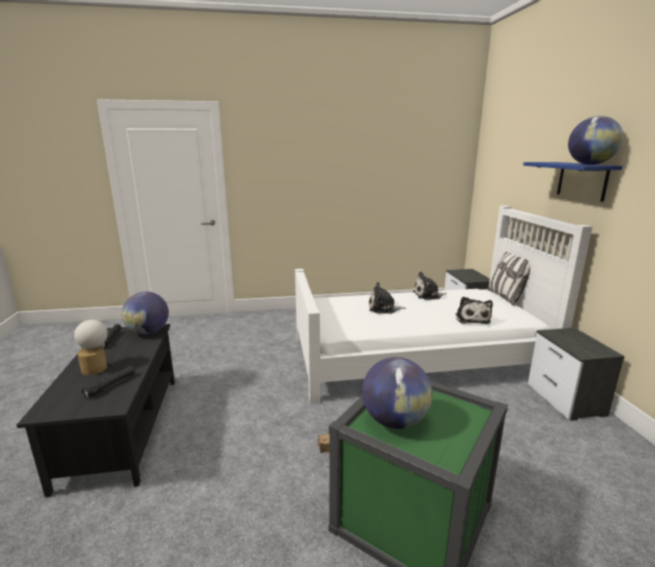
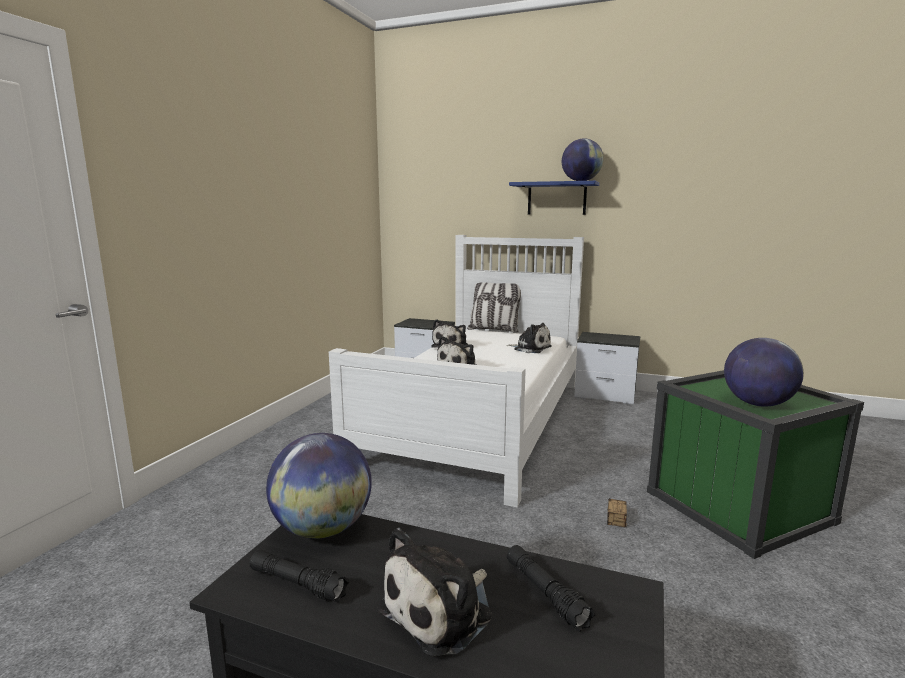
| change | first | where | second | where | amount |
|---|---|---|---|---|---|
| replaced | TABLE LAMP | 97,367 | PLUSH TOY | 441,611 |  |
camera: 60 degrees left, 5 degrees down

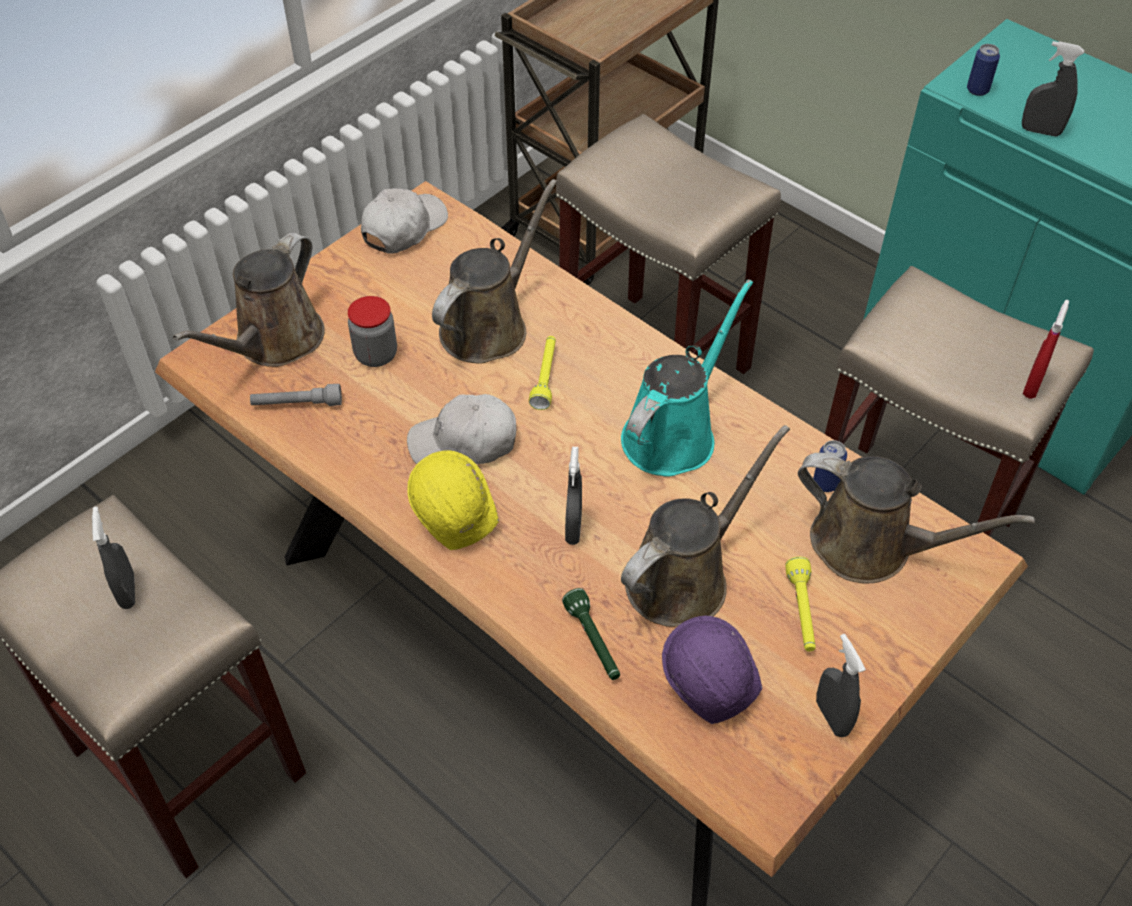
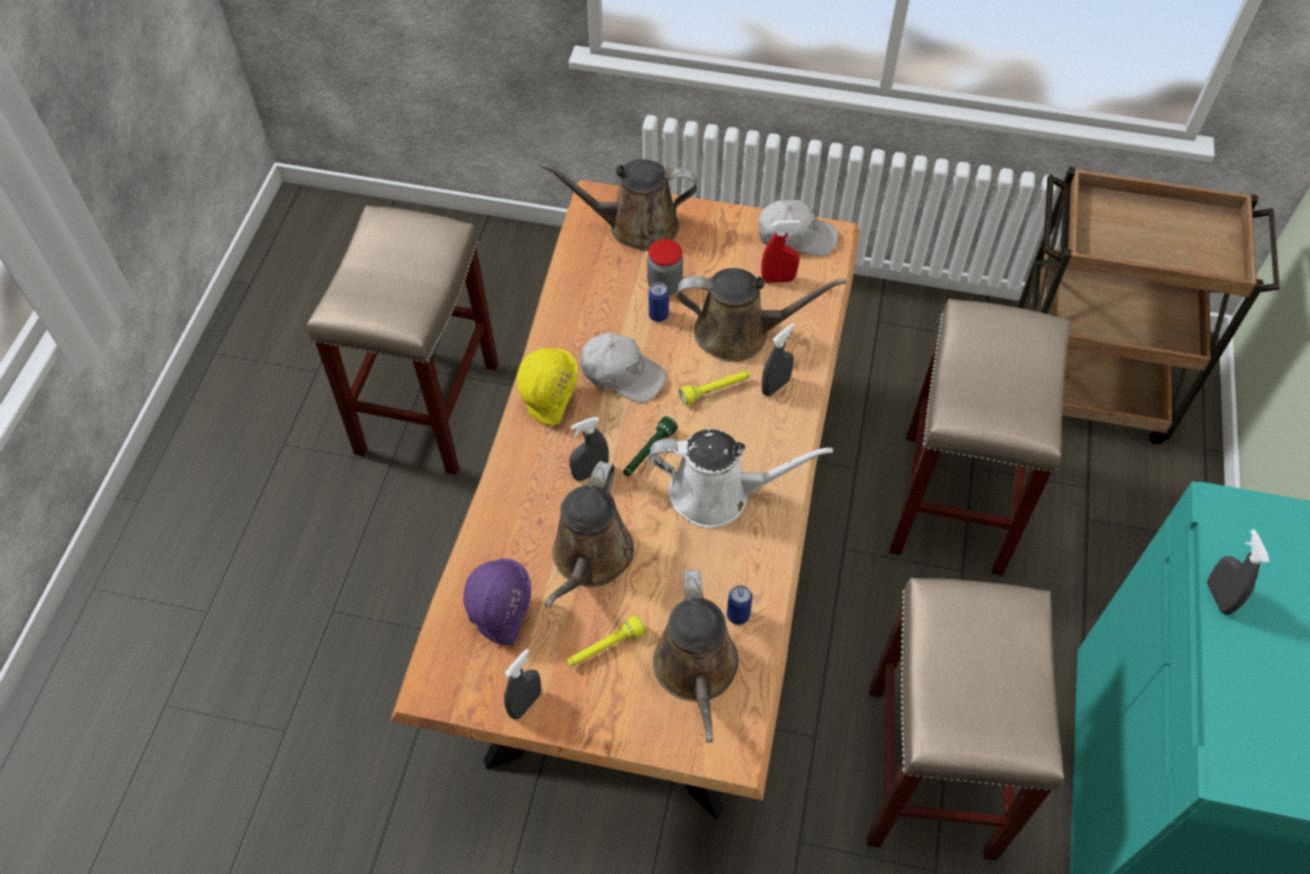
| change | first | where | second | where | amount |
|---|---|---|---|---|---|
| turned | BROWN WATERING CAN | 684,577 |  | 590,559 | 90 degrees clockwise |
| turned | WHITE CAP | 464,442 |  | 622,374 | 150 degrees clockwise |
| moved | GREEN FLASHLIGHT | 593,642 |  | 648,453 |  |
| recoloured | TURQUOISE WATERING CAN | 674,433 | WHITE WATERING CAN | 718,494 |  |
| moved | CAN | 977,90 |  | 658,315 |  |
| moved | RED SPRAY BOTTLE | 1032,386 |  | 778,279 |  |
| moved | GREY SPRAY BOTTLE | 128,591 |  | 775,386 |  |
| removed | GREY FLASHLIGHT | 297,404 |  |  |  |
camera: 60 degrees right, 5 degrees up

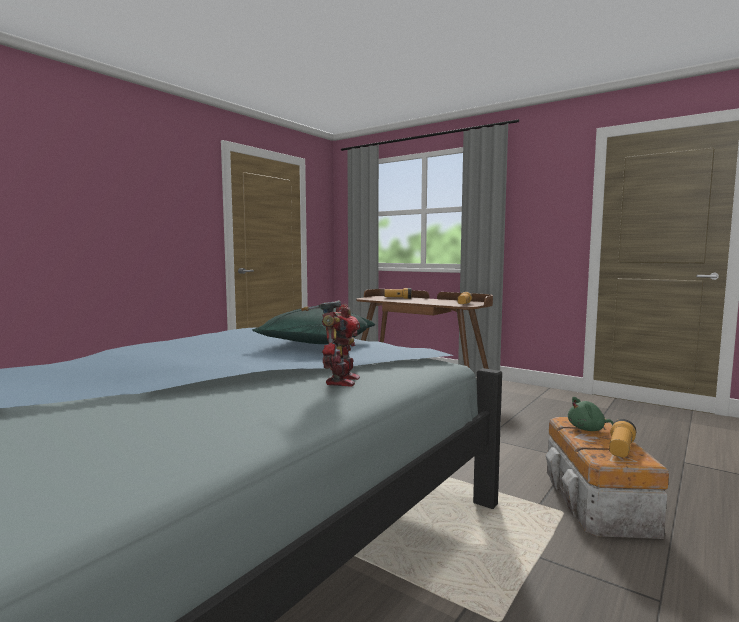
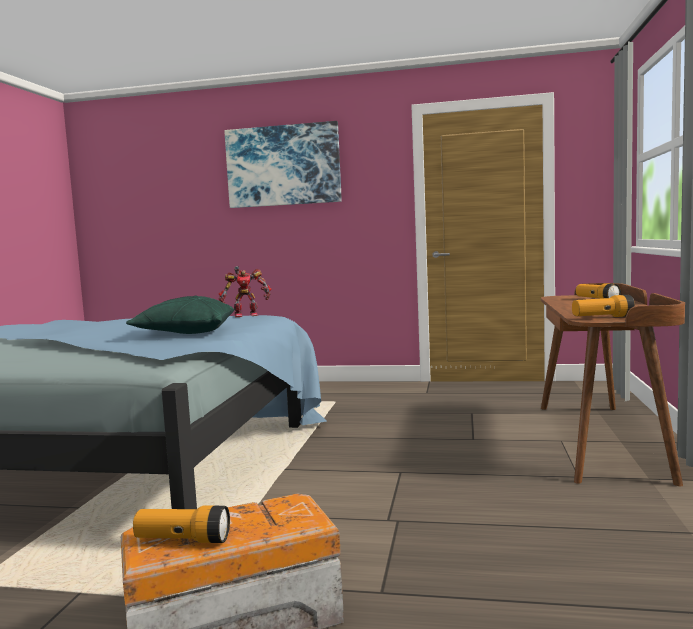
| change | first | where | second | where | amount |
|---|---|---|---|---|---|
| moved | TOY ROBOT | 339,380 |  | 245,315 |  |
| added |  |  | PICTURE | 283,165 |  |
| removed | GREEN PLUSH TOY | 588,429 |  |  |  |
camera: 65 degrees right, 0 degrees up

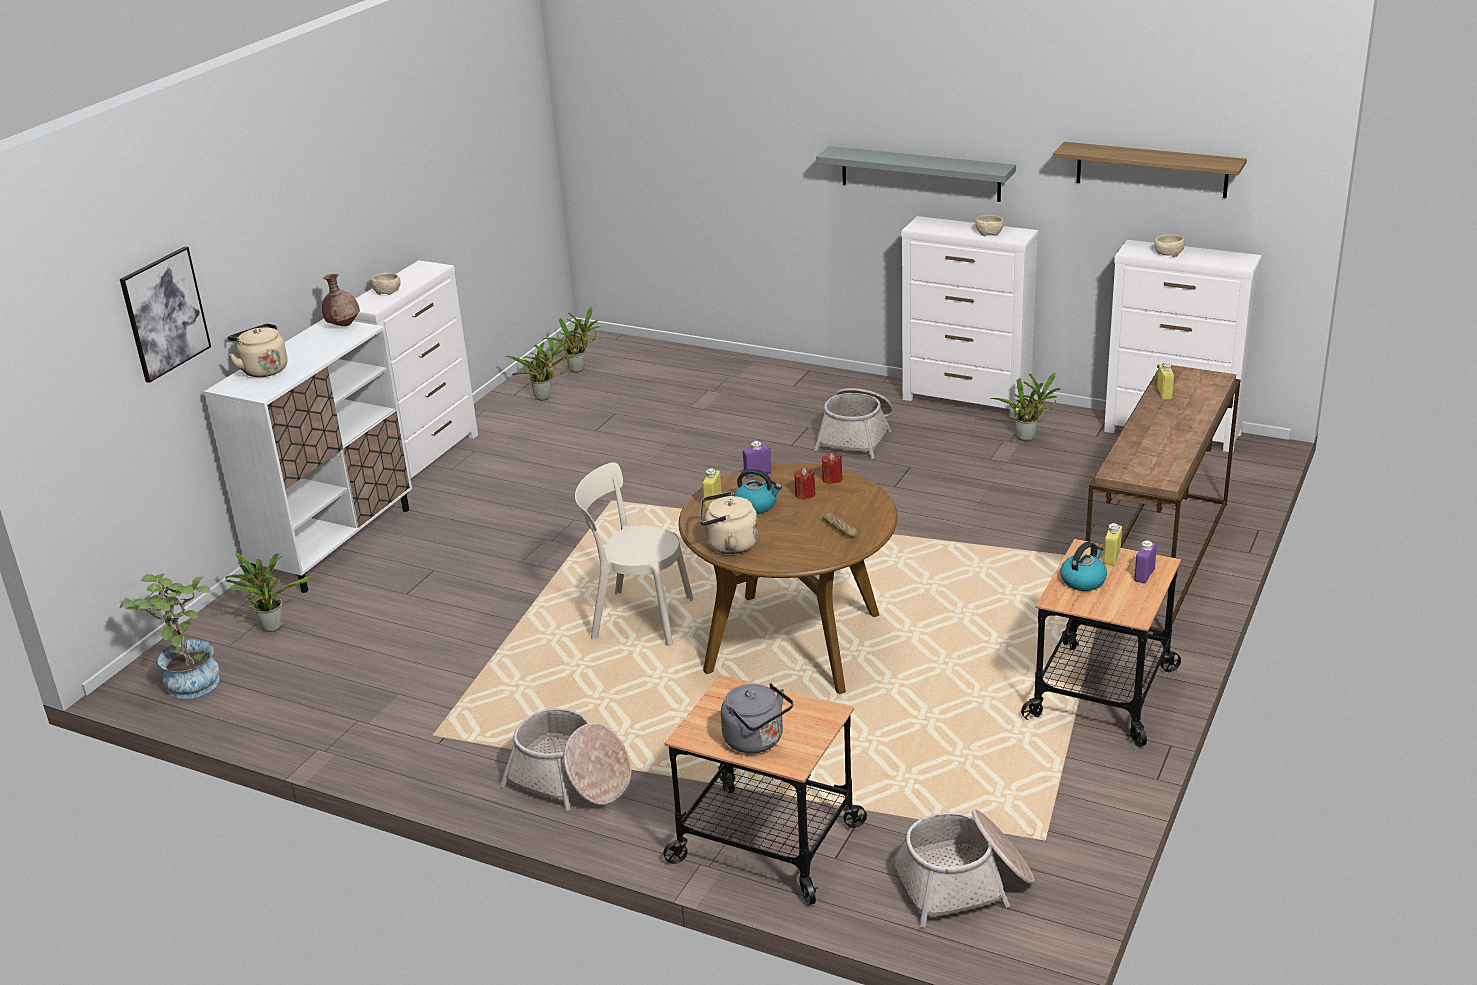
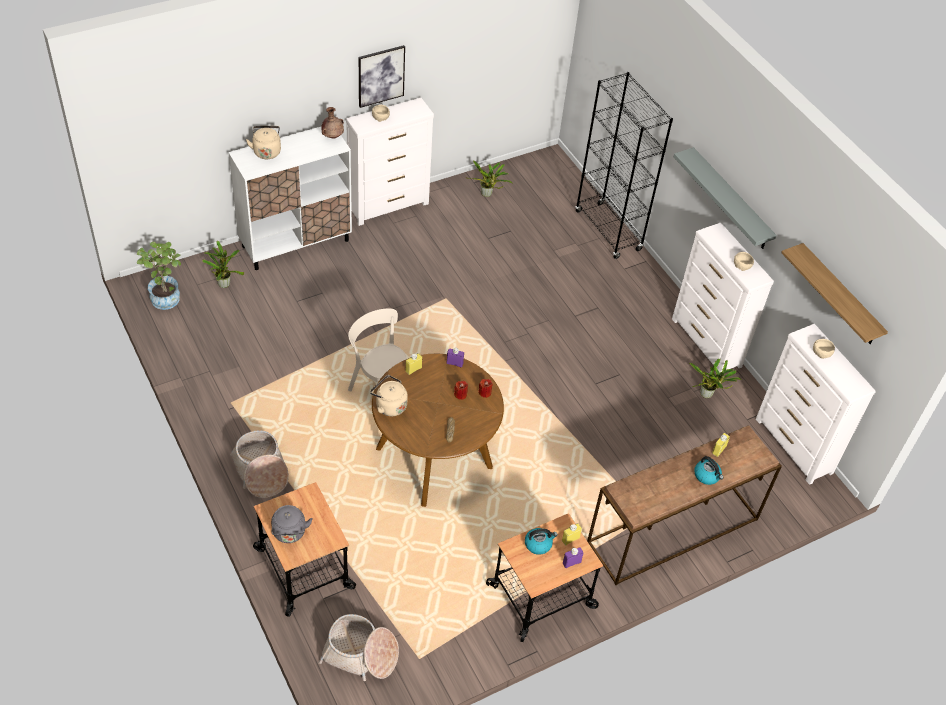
| change | first | where | second | where | amount |
|---|---|---|---|---|---|
| moved | PICTURE | 165,313 |  | 381,76 |  |
| added |  |  | BLACK BOOKCASE | 608,231 |  |
| moved | KETTLE | 756,505 |  | 707,476 |  |
| removed | POTTED PLANT | 579,369 |  |  |  |
| removed | BASKET | 856,436 |  |  |  |
camera: 30 degrees right, 20 degrees up

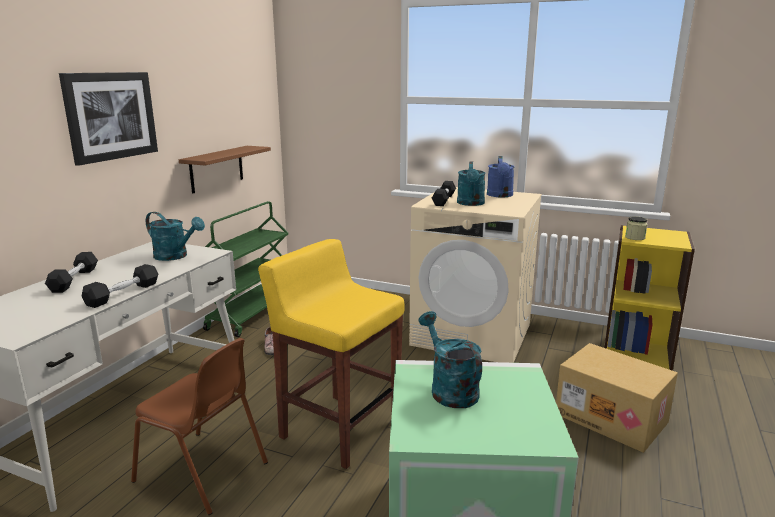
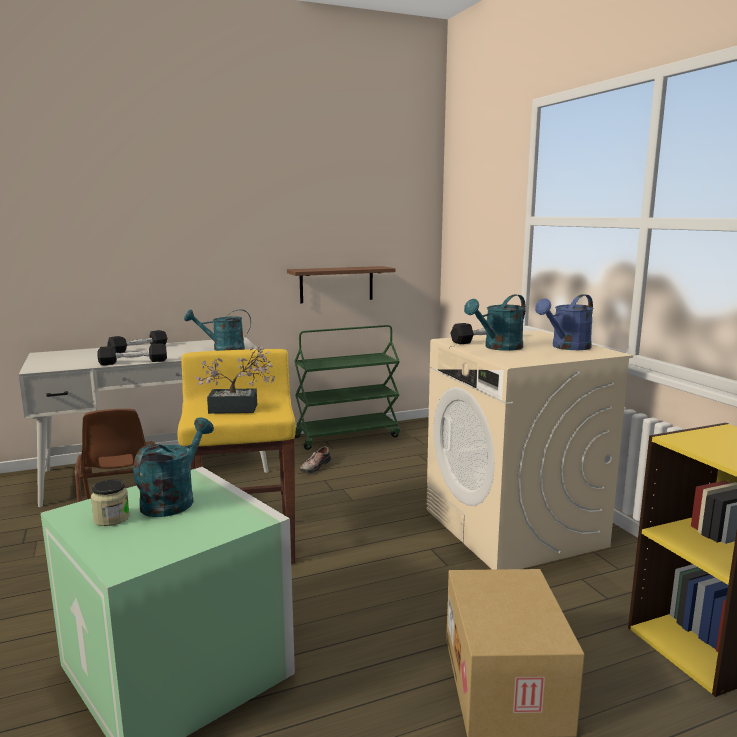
| change | first | where | second | where | amount |
|---|---|---|---|---|---|
| moved | JAR | 635,237 |  | 111,518 |  |
| turned | TURQUOISE WATERING CAN | 175,256 |  | 222,349 | 105 degrees clockwise |
| added |  |  | POTTED PLANT | 239,408 |  |
| removed | PICTURE | 111,116 |  |  |  |
camera: 45 degrees right, 5 degrees down

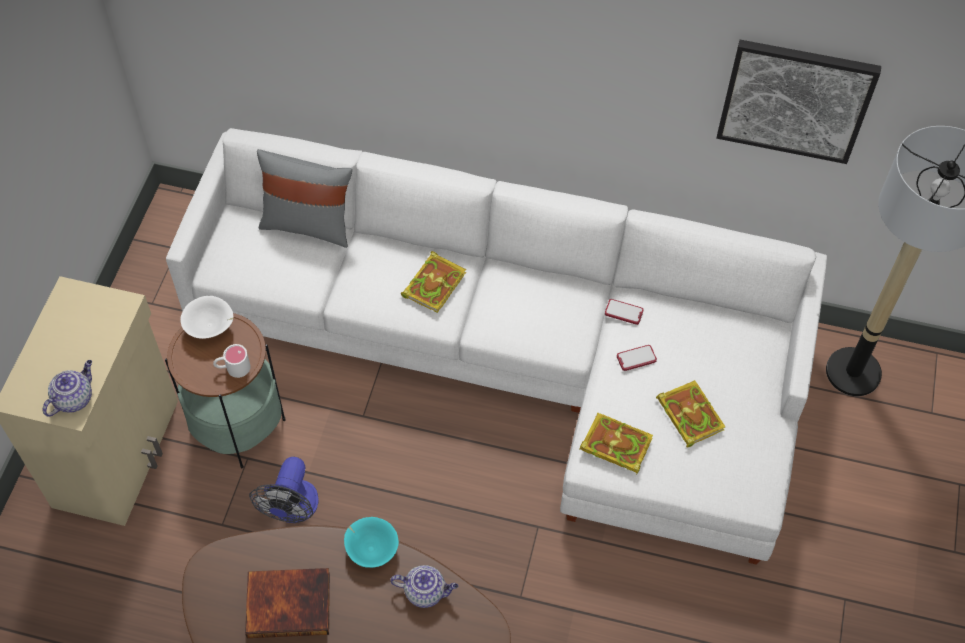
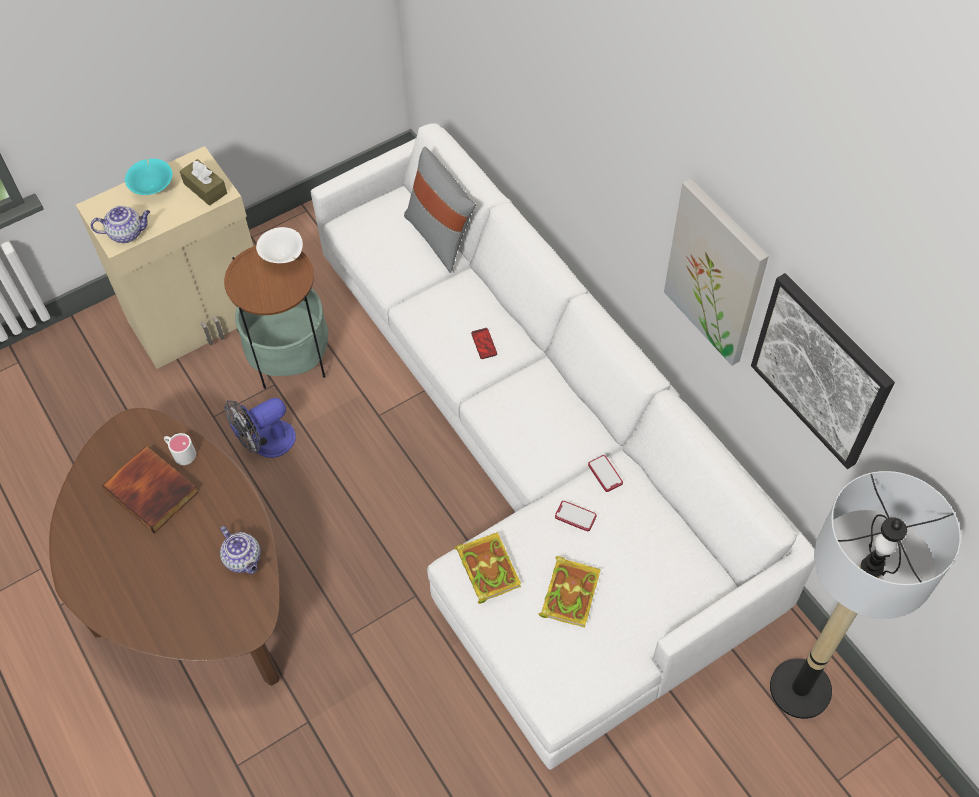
| change | first | where | second | where | amount |
|---|---|---|---|---|---|
| moved | TURQUOISE BOWL | 371,549 |  | 153,187 |  |
| moved | WHITE MUG | 233,368 |  | 180,452 |  |
| added |  |  | BROWN TISSUE BOX | 205,188 |  |
| replaced | BOOK | 434,283 | PHONE | 484,344 |  |
| added |  |  | PICTURE | 716,273 |  |
camera: 45 degrees right, 0 degrees up

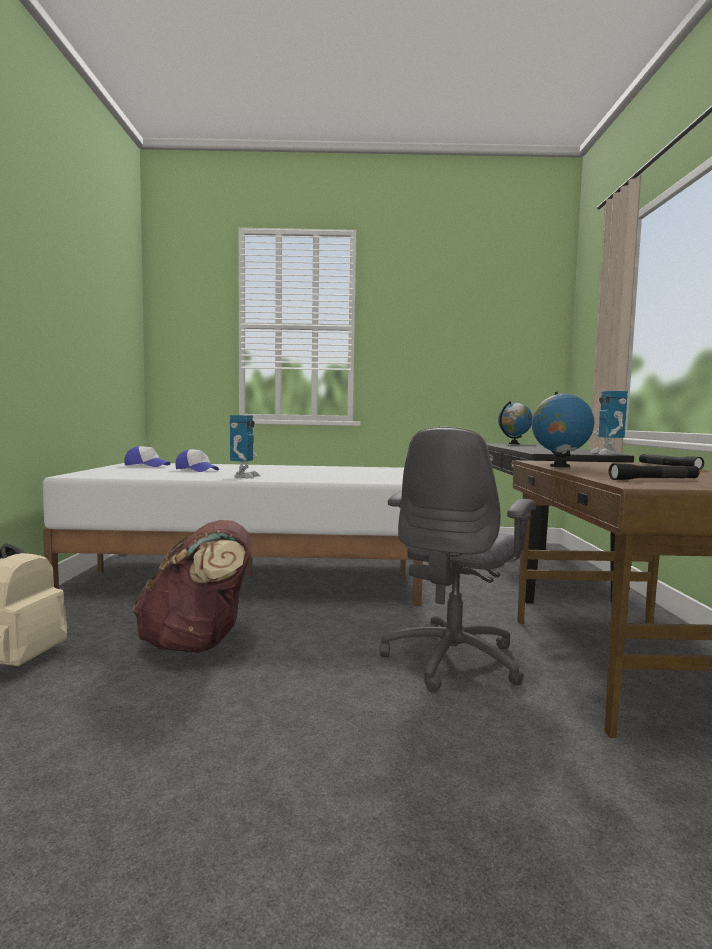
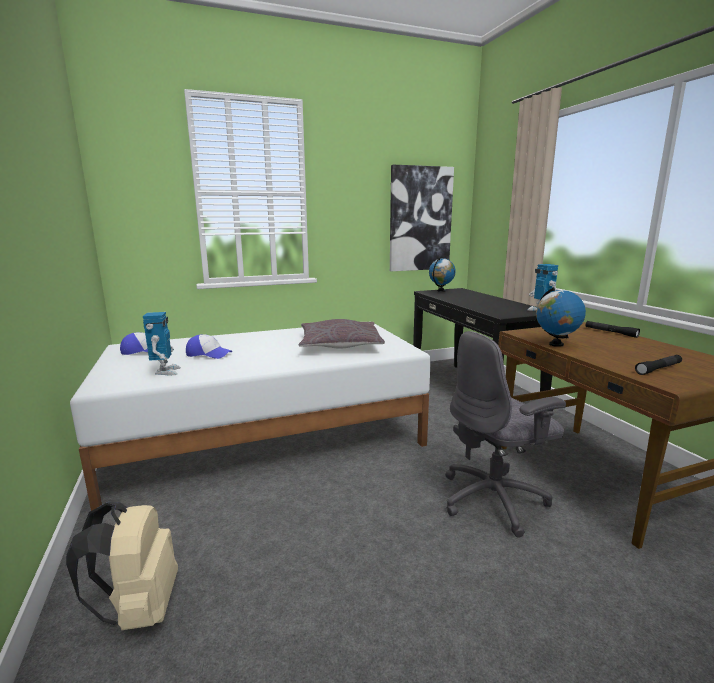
| change | first | where | second | where | amount |
|---|---|---|---|---|---|
| moved | TOY ROBOT | 244,476 |  | 165,372 |  |
| added |  |  | GREY PILLOW | 340,345 |  |
| added |  |  | PICTURE | 420,219 |  |
| turned | GREY OFFICE CHAIR | 454,660 |  | 494,499 | 60 degrees clockwise |
| removed | BROWN BACKPACK | 198,643 |  |  |  |
camera: 20 degrees left, 10 degrees up

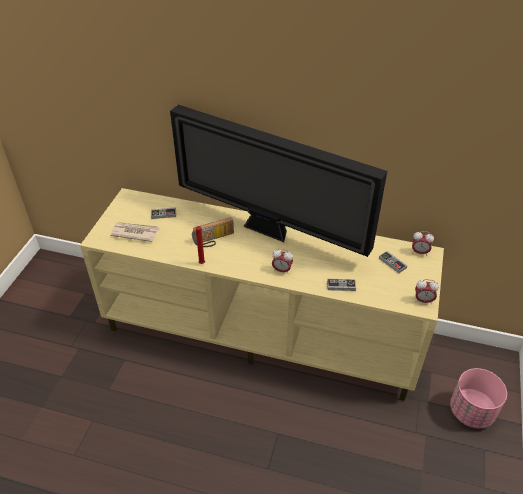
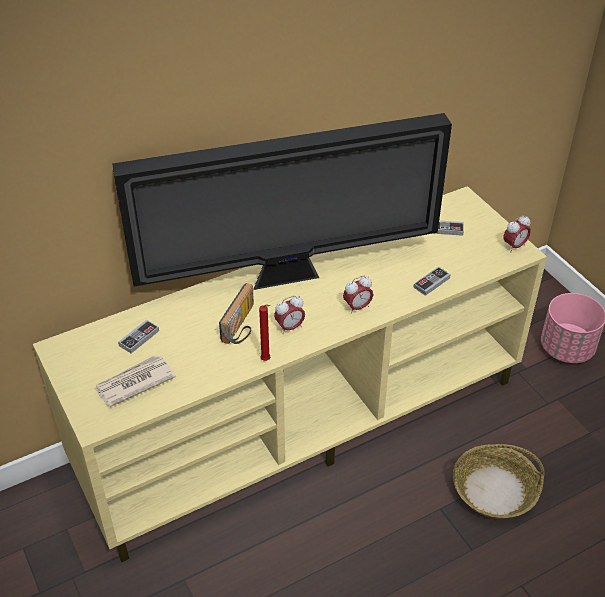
| change | first | where | second | where | amount |
|---|---|---|---|---|---|
| moved | ALARM CLOCK | 419,252 |  | 290,327 |  |
| added |  |  | BASKET | 494,490 |  |
camera: 45 degrees left, 0 degrees up

